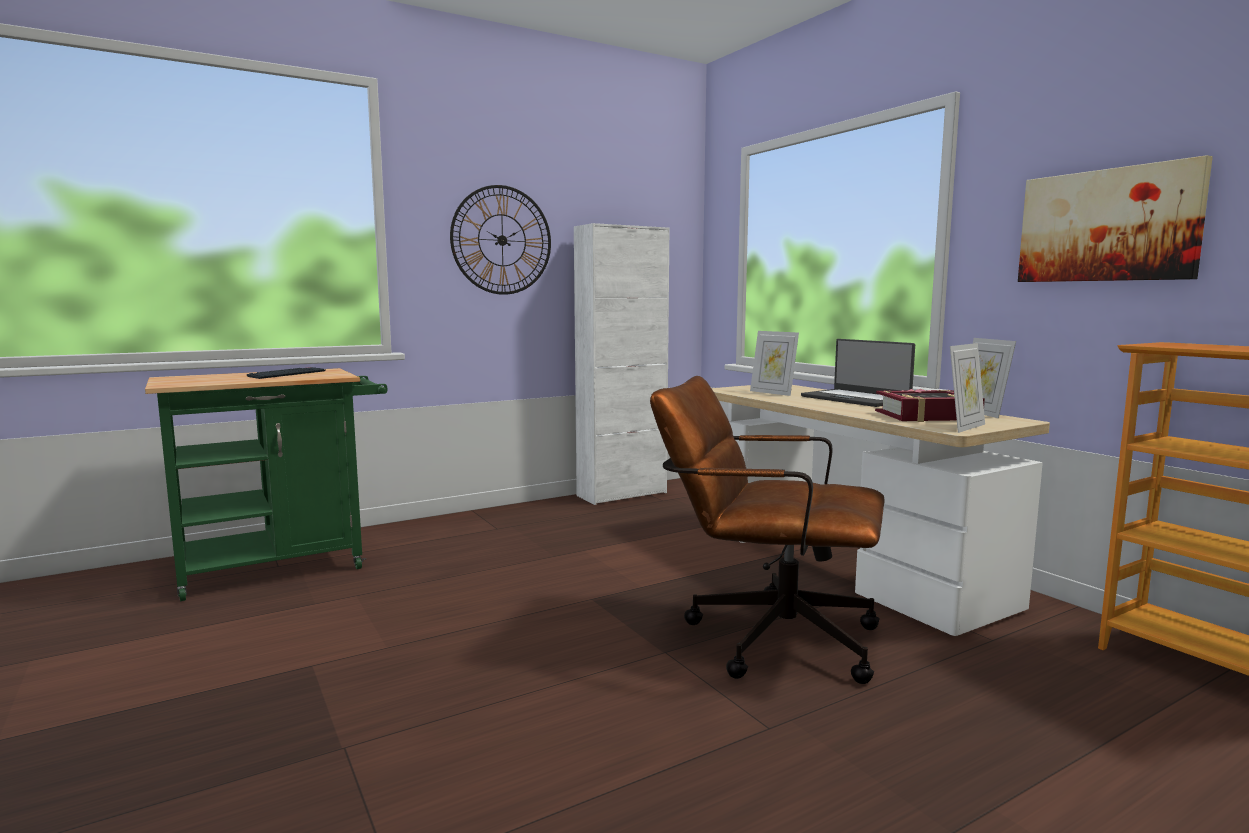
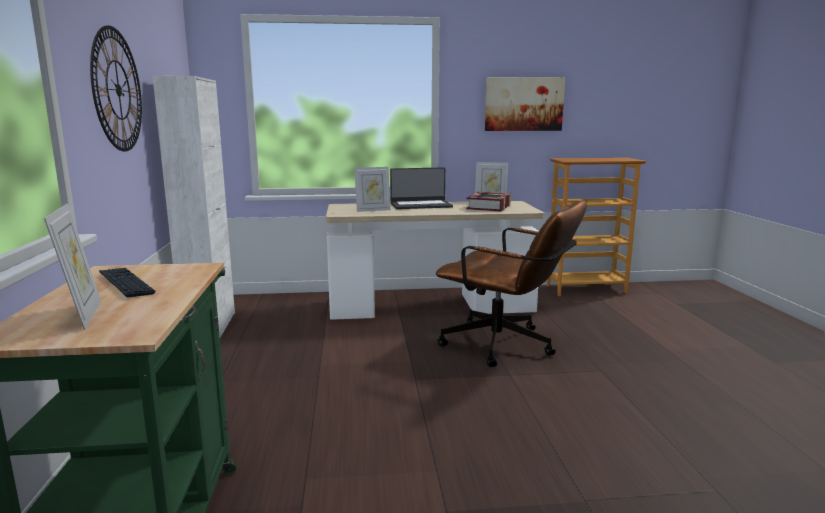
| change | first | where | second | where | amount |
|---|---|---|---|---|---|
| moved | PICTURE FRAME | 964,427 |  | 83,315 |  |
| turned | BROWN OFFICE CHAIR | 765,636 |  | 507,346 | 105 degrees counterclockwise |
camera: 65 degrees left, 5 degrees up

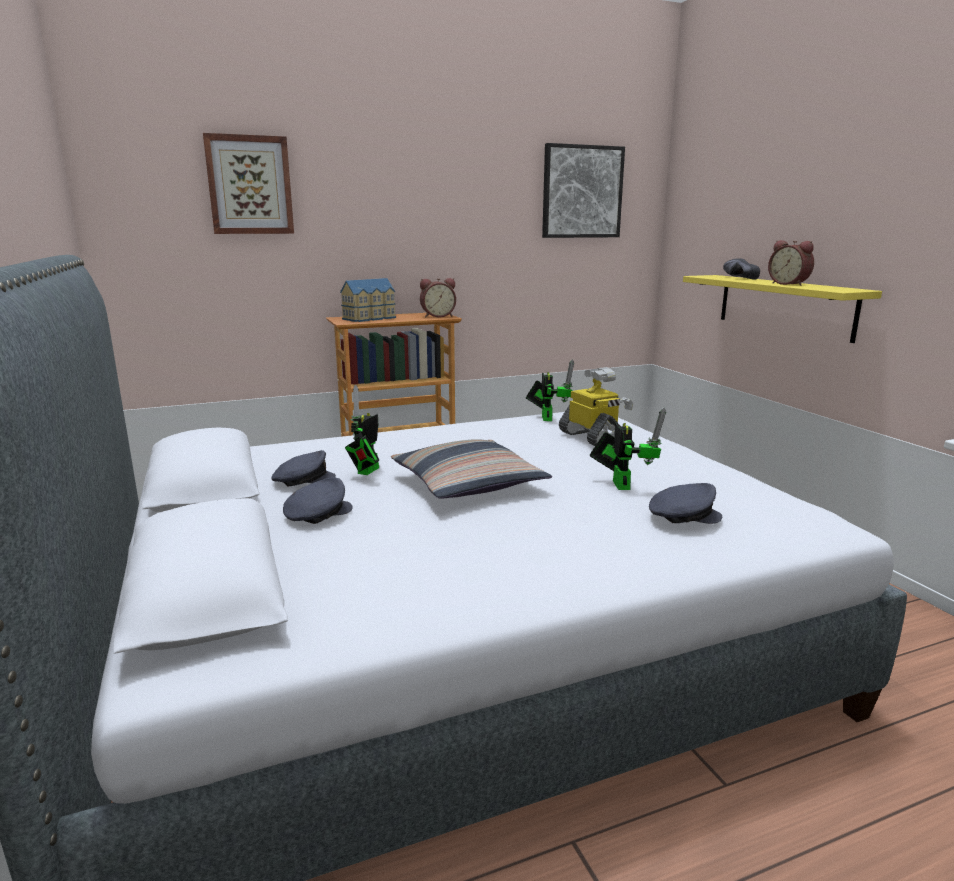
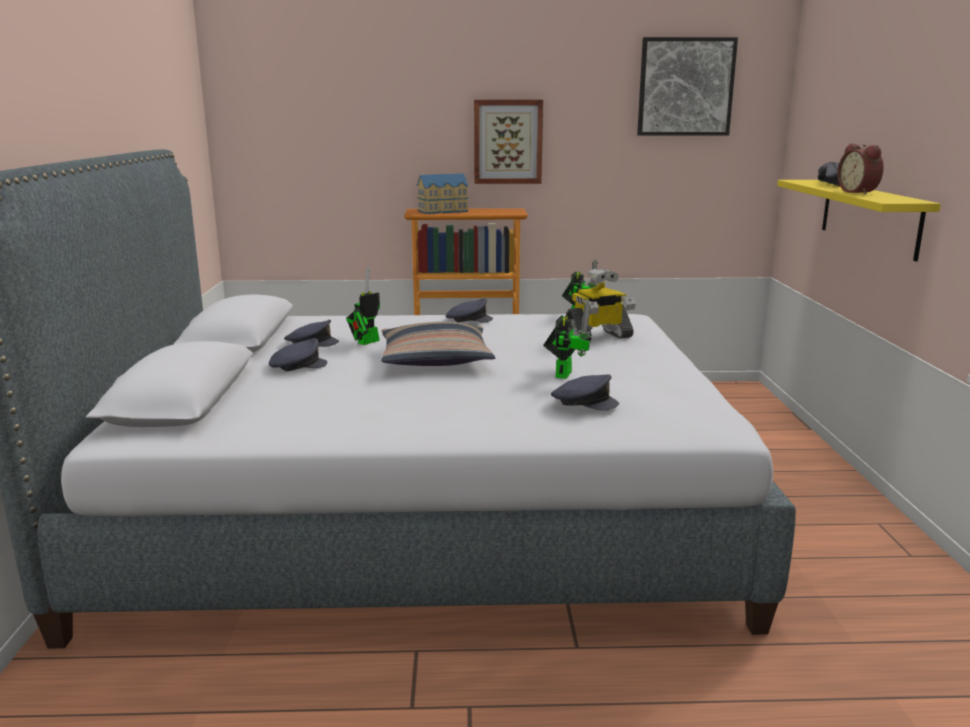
| change | first | where | second | where | amount |
|---|---|---|---|---|---|
| added |  |  | GREY CAP | 468,320 |  |
| moved | PICTURE | 249,185 |  | 508,142 |  |
| turned | TOY ROBOT | 593,438 |  | 597,337 | 75 degrees clockwise |
| removed | ALARM CLOCK | 437,316 |  |  |  |
camera: 20 degrees right, 0 degrees up

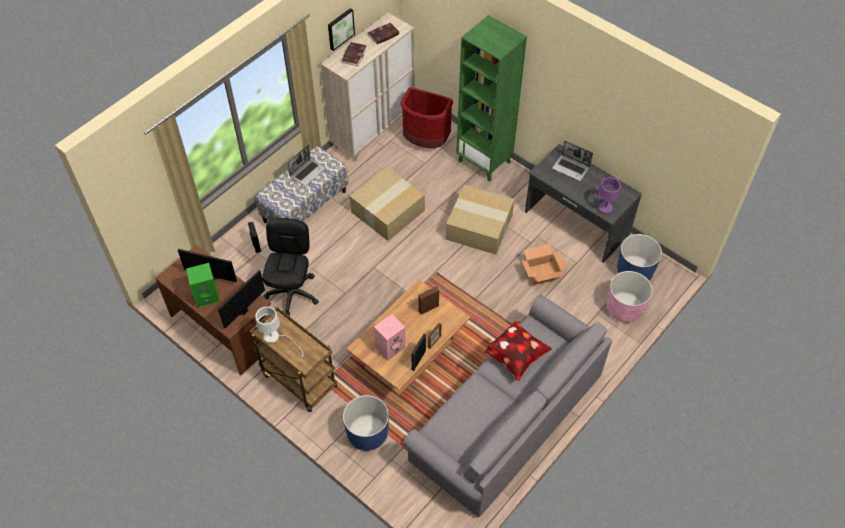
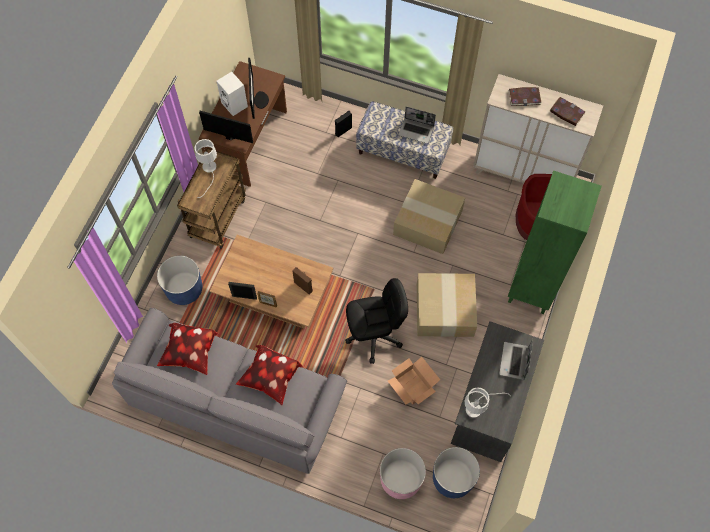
| change | first | where | second | where | amount |
|---|---|---|---|---|---|
| added |  |  | PILLOW | 191,354 |  |
| recoloured | GREEN SPEAKER | 207,295 | WHITE SPEAKER | 235,104 |  |
| moved | BLACK OFFICE CHAIR | 292,293 |  | 374,336 |  |
| recoloured | PURPLE TABLE LAMP | 603,205 | WHITE TABLE LAMP | 477,407 |  |
| removed | PICTURE | 340,28 |  |  |  |
| removed | PINK SPEAKER | 390,346 |  |  |  |
camera: 70 degrees right, 10 degrees up

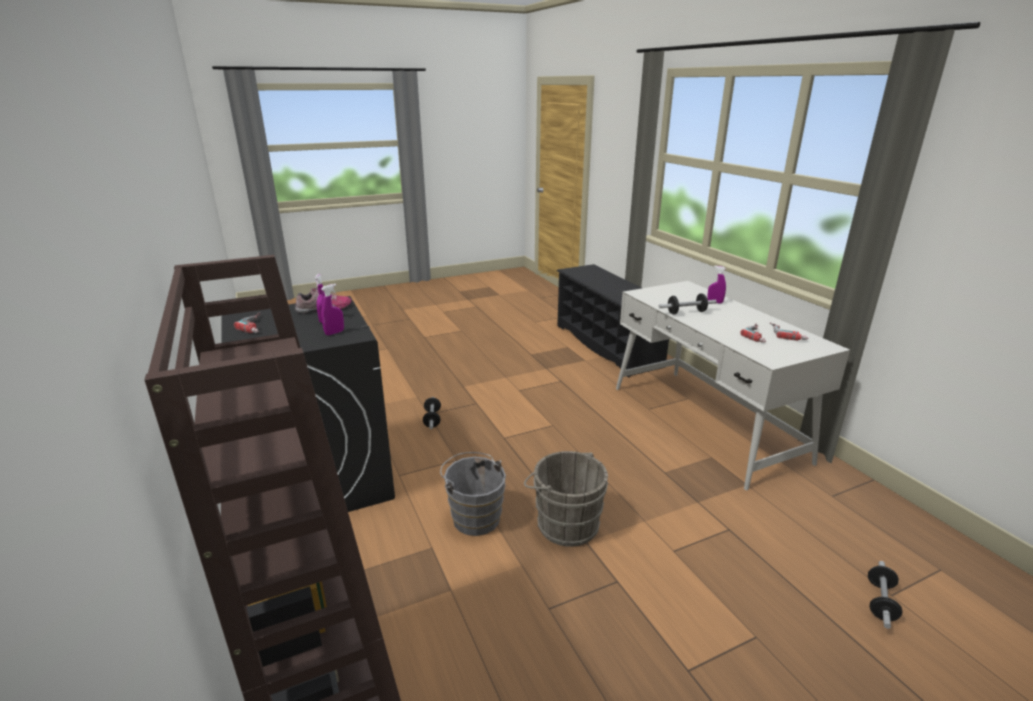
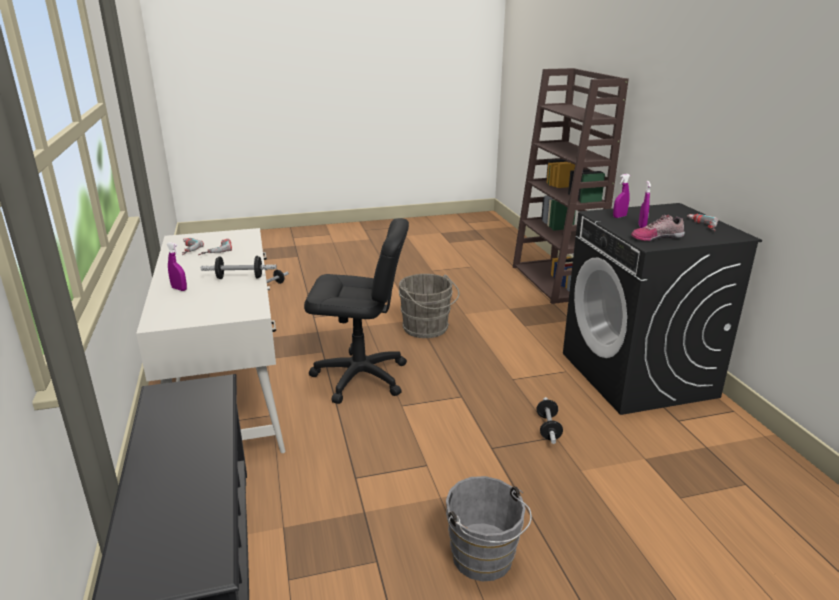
| change | first | where | second | where | amount |
|---|---|---|---|---|---|
| added |  |  | BLACK OFFICE CHAIR | 360,377 |  |
| moved | GREY BUCKET | 474,516 |  | 484,561 |  |
camera: 170 degrees left, 0 degrees up

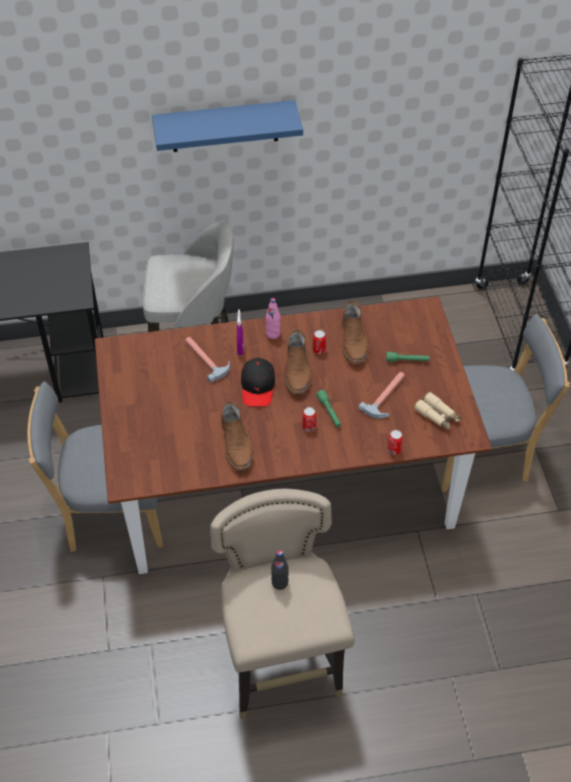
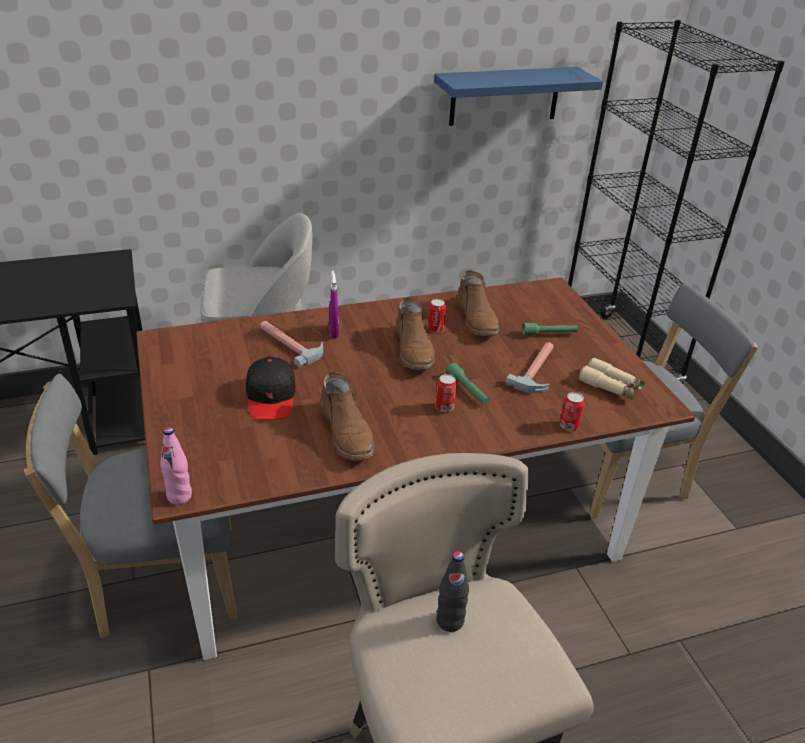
| change | first | where | second | where | amount |
|---|---|---|---|---|---|
| moved | PINK BOTTLE | 273,334 |  | 179,496 |  |
| moved | BLACK CAP | 258,387 |  | 271,397 |  |
| moved | BLUE SHELF | 224,126 |  | 505,96 |  |
camera: 10 degrees left, 15 degrees down

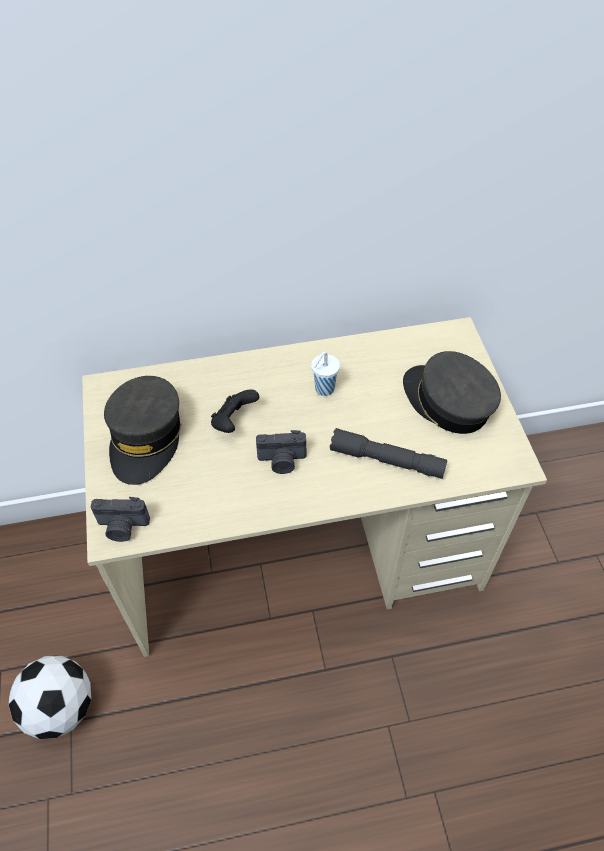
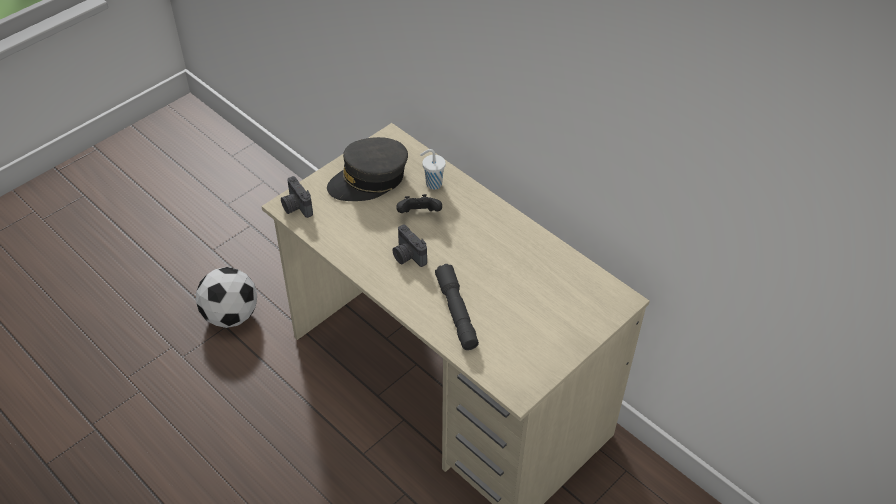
| change | first | where | second | where | amount |
|---|---|---|---|---|---|
| moved | WHITE CUP | 323,389 |  | 432,184 |  |
| removed | GREY CAP | 447,402 |  |  |  |
camera: 55 degrees right, 5 degrees down

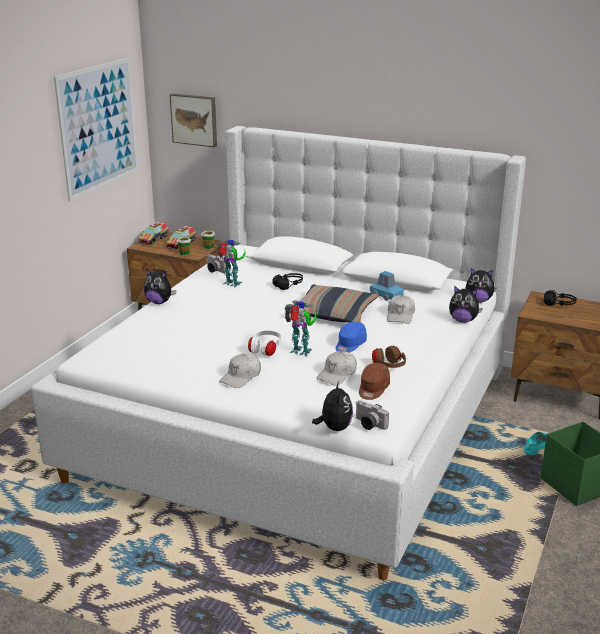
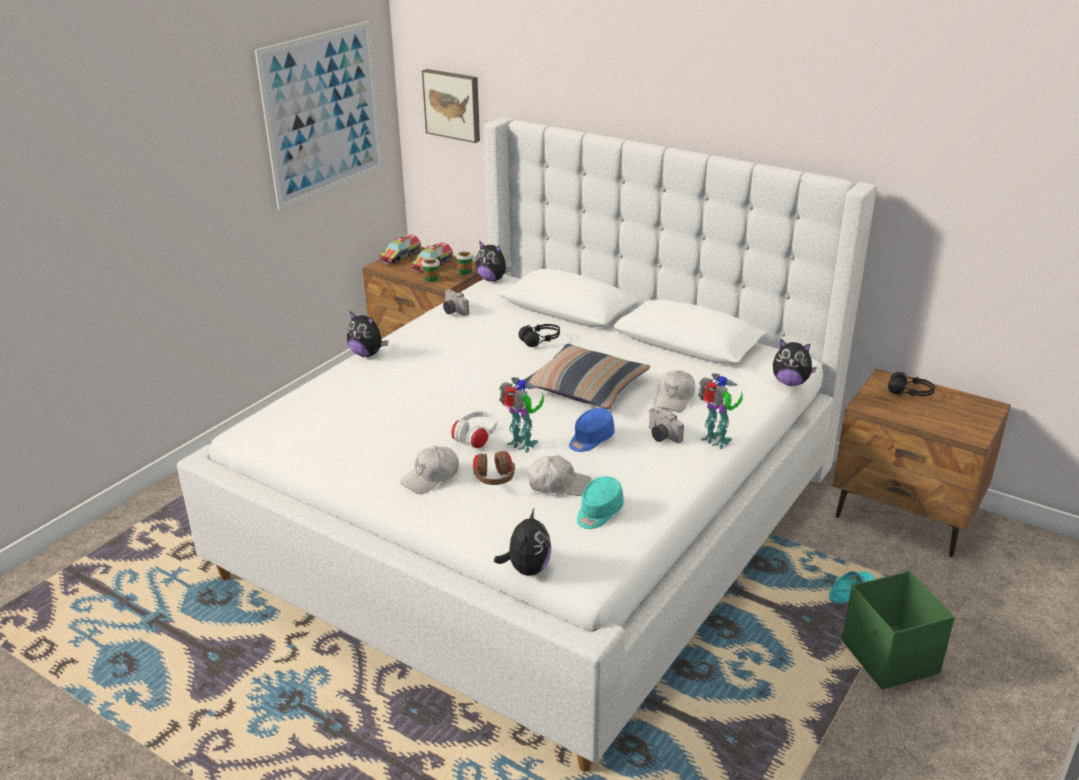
| change | first | where | second | where | amount |
|---|---|---|---|---|---|
| moved | BROWN HEADPHONES | 388,367 |  | 494,480 |  |
| moved | PLUSH TOY | 463,320 |  | 492,279 |  |
| turned | WHITE CAP | 337,374 |  | 558,484 | 135 degrees counterclockwise |
| recoloured | BROWN CAP | 373,389 | TURQUOISE CAP | 598,513 |  |
| moved | PHOTO CAMERA | 368,425 |  | 660,436 |  |
| moved | TOY ROBOT | 232,284 |  | 716,442 |  |
| removed | BLUE TOY CAR | 386,296 |  |  |  |
camera: 10 degrees right, 5 degrees up

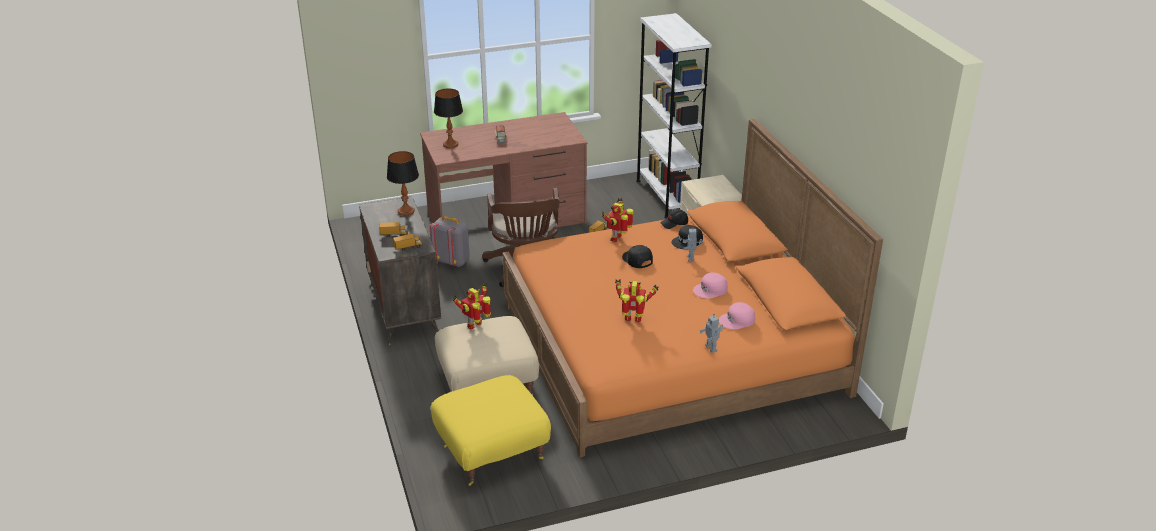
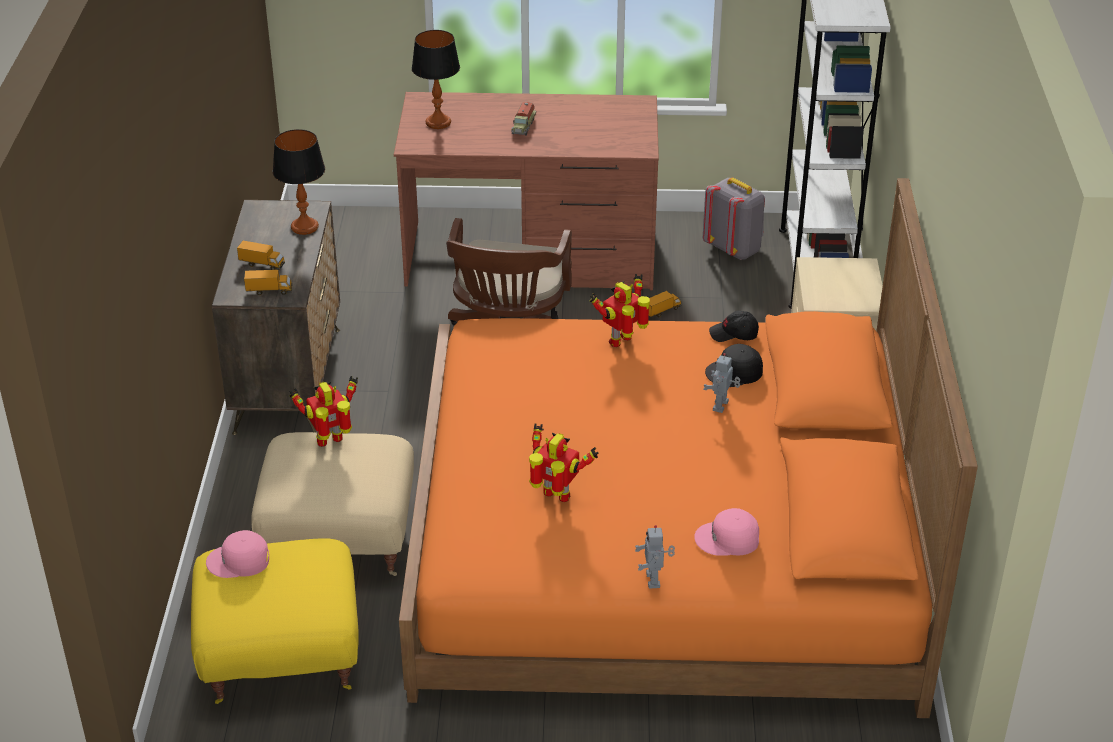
| change | first | where | second | where | amount |
|---|---|---|---|---|---|
| moved | PINK CAP | 710,290 |  | 239,561 |  |
| moved | GREY BACKPACK | 452,261 |  | 734,249 |  |
| removed | BLACK CAP | 637,259 |  |  |  |
camera: 20 degrees right, 5 degrees up

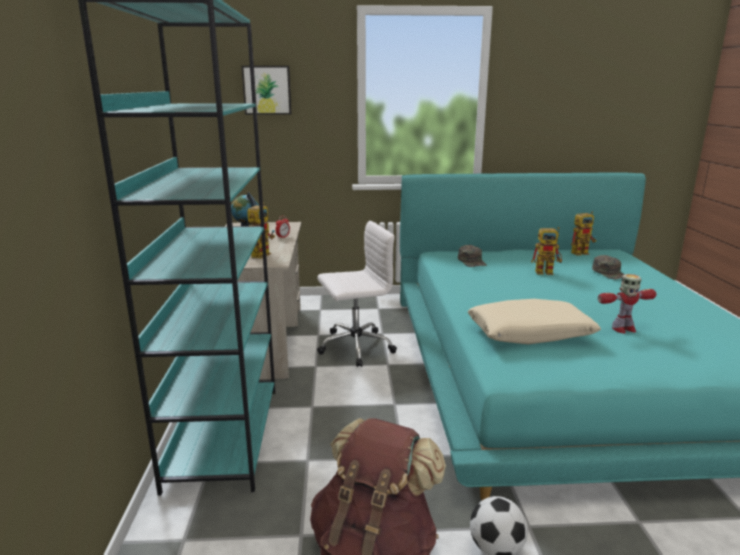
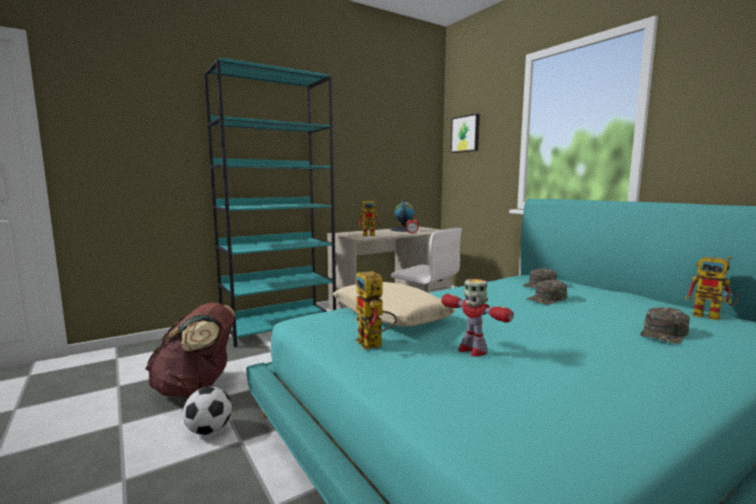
| change | first | where | second | where | amount |
|---|---|---|---|---|---|
| moved | TOY ROBOT | 548,272 |  | 374,345 |  |
| added |  |  | GREEN CAP | 547,299 |  |
camera: 60 degrees right, 10 degrees down

